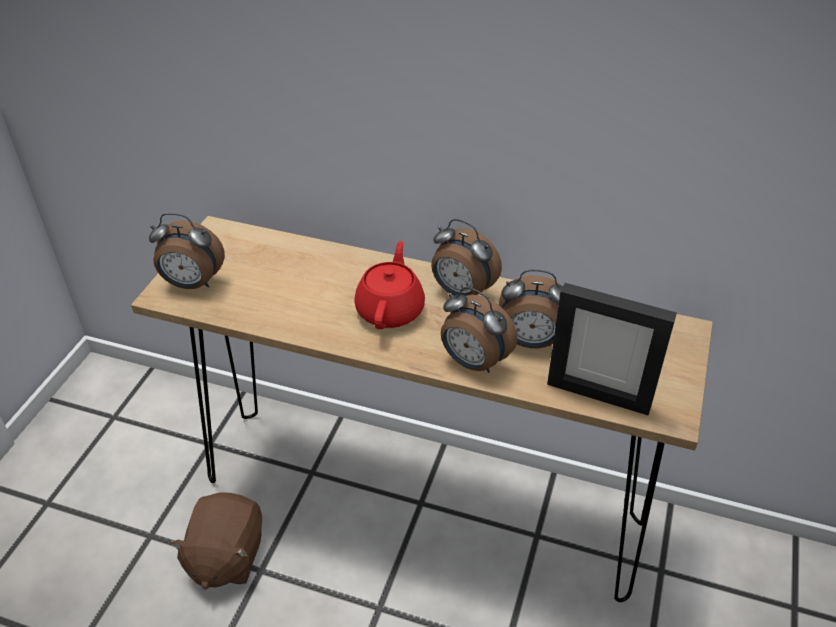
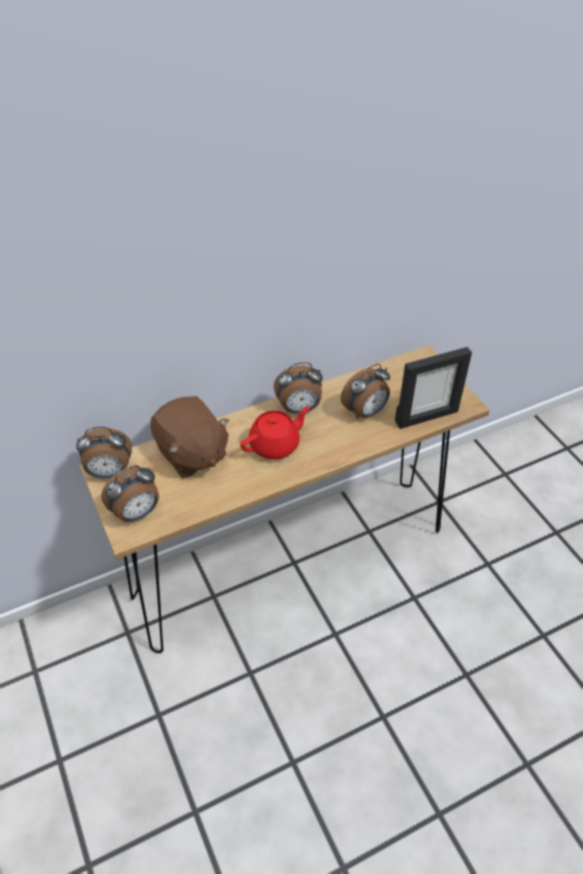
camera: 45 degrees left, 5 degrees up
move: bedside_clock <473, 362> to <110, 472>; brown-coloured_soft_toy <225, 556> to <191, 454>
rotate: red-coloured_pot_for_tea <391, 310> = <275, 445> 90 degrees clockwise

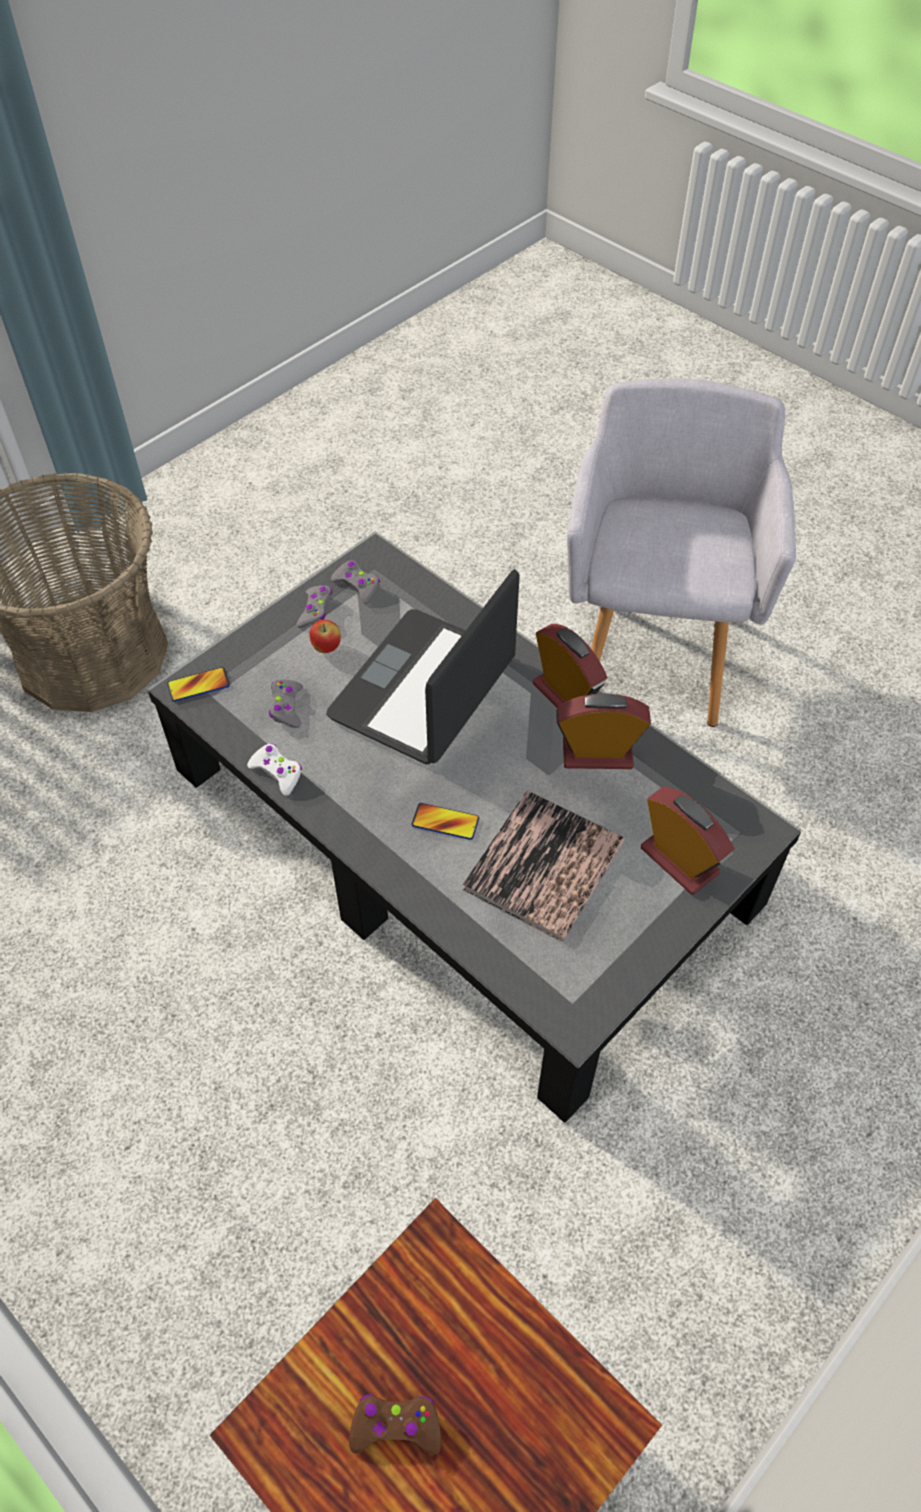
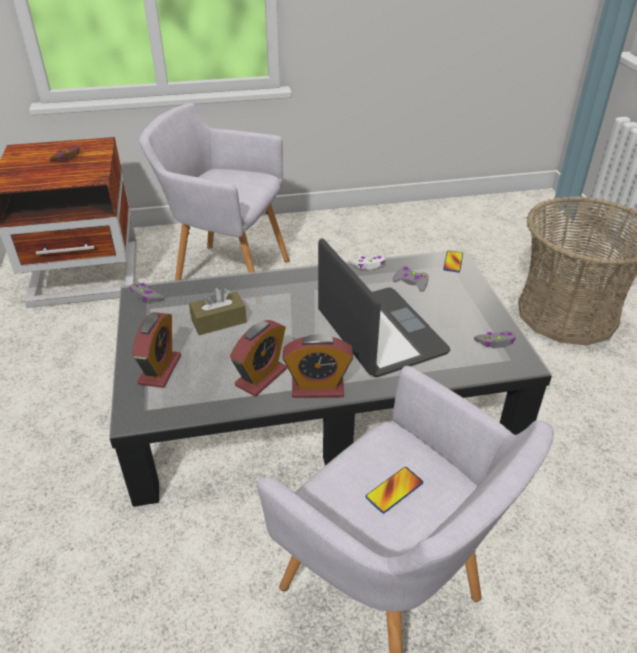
camera: 125 degrees right, 15 degrees down
delete: whole_apple <326, 647>
insert: greyish_easy_chair <227, 271>
move: greyish_gamepad <315, 610> to <146, 296>; handset <445, 822> to <394, 490>
replace: volume <544, 865> to brown-coloured_box_of_tissues <219, 321>
rotate: bedside_clock <679, 860> = <160, 370> 75 degrees counterclockwise

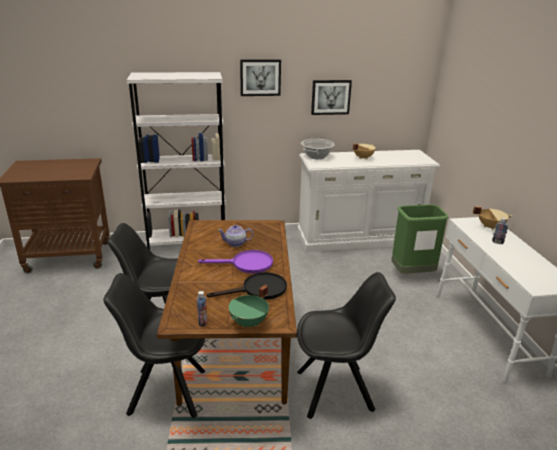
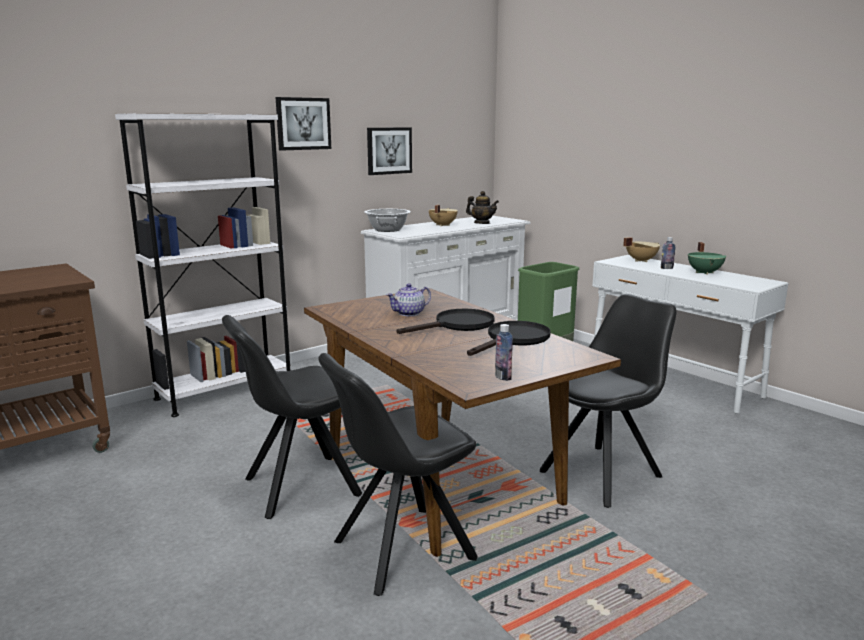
camera: 30 degrees left, 10 degrees down
insert: pot_for_tea <482, 223>
move: green-coloured_cooking_pot <249, 323> to <705, 272>
recolor: purple-coloured_frying_pan <246, 264> to black_frying_pan <457, 325>

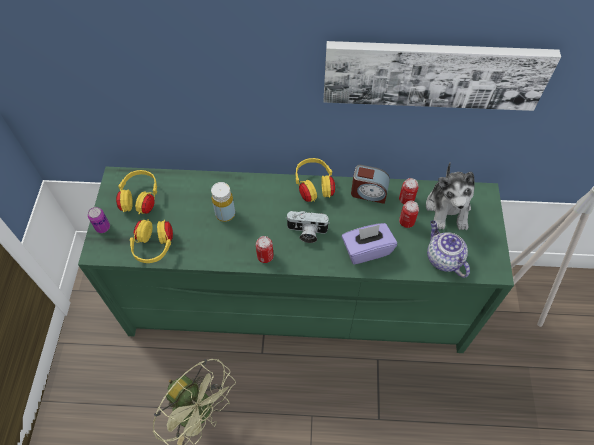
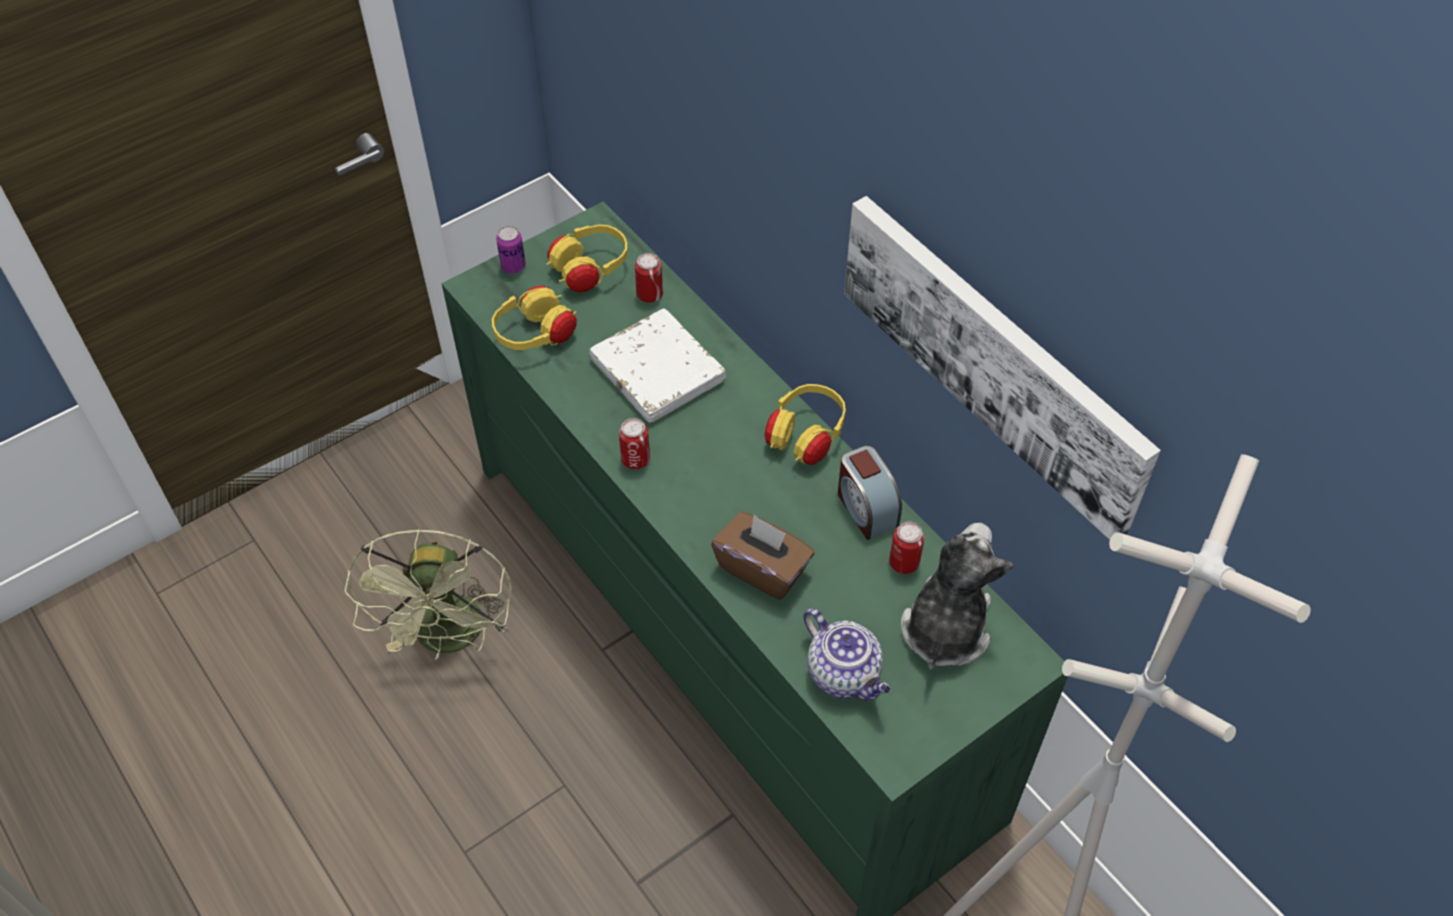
camera: 50 degrees right, 5 degrees down
delete: photo_camera <306, 232>
move: can <406, 221> to <649, 294>
replace: yellow-coloured_bottle <225, 214> to white-coloured_volume <657, 371>
recolor: purple-coloured_box_of_tissues <366, 250> to brown-coloured_box_of_tissues <762, 568>
rotate: pot_for_tea <443, 258> = <845, 674> 120 degrees clockwise; soft_toy <448, 208> = <945, 627> 150 degrees clockwise

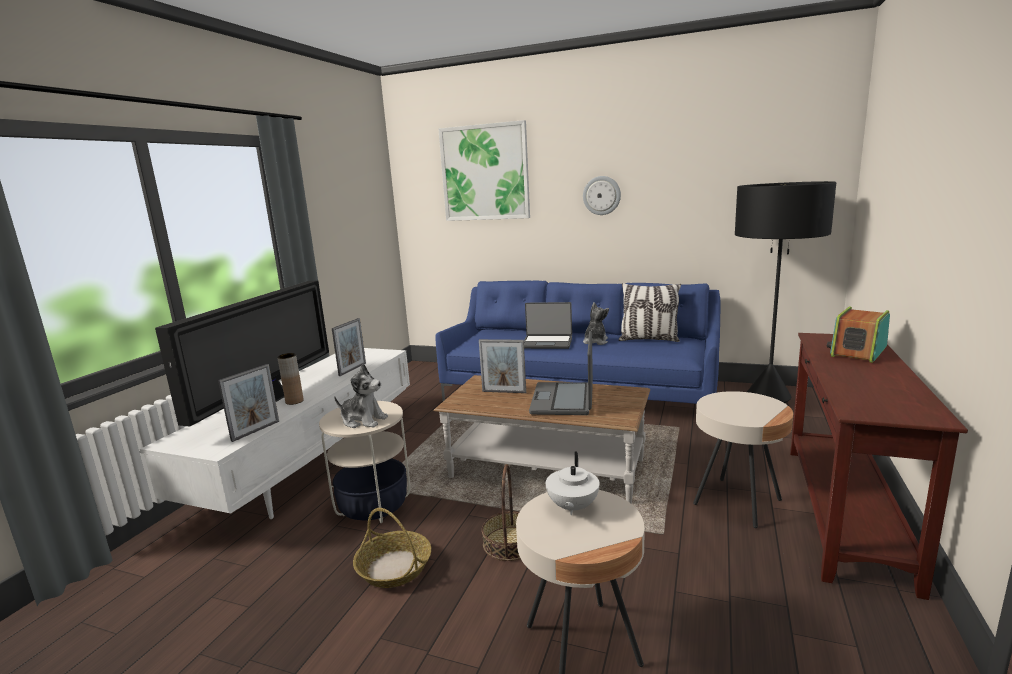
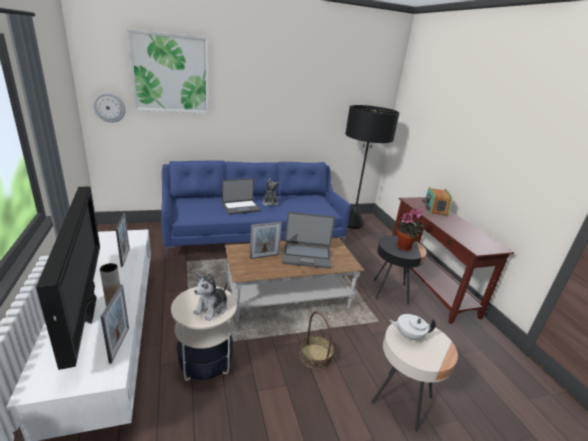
camera: 40 degrees left, 10 degrees up
delete: basket <393, 567>; cushion <649, 339>
insert: potted_plant <405, 247>
move: hanging_clock <601, 195> to <109, 107>
recolor: sand-coloured_accent_table <737, 502> to black_accent_table <390, 292>
rotate: soft_toy <363, 420> = <212, 308> 135 degrees clockwise; laptop <563, 400> = <306, 256> 60 degrees counterclockwise; white-coloured_pot_for_tea <572, 507> = <408, 335> 120 degrees clockwise

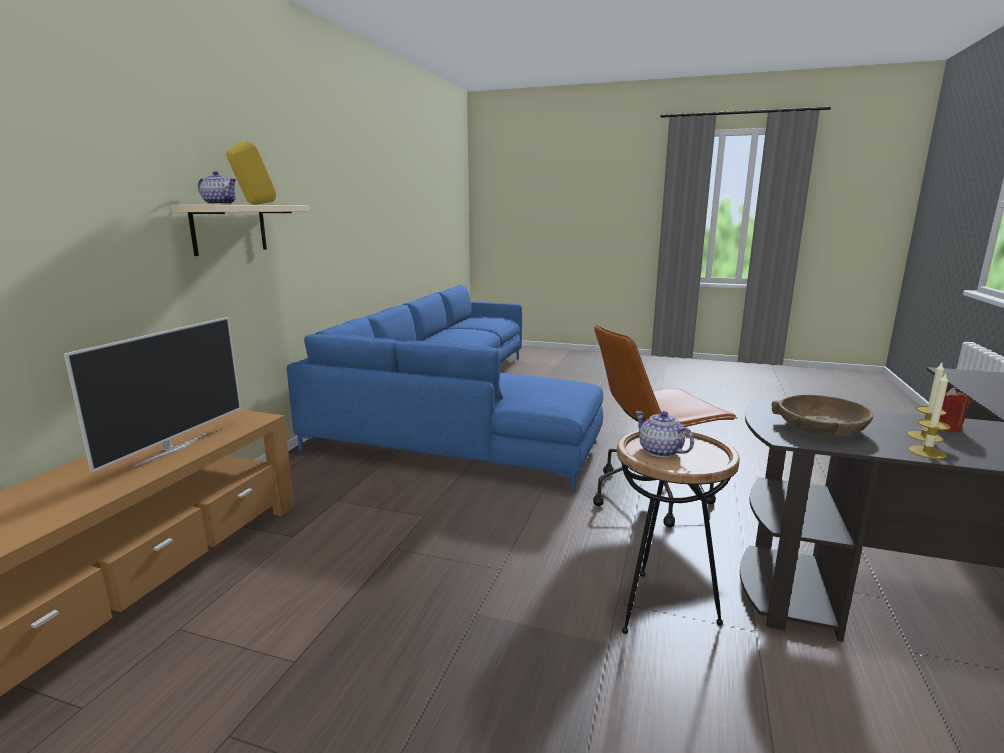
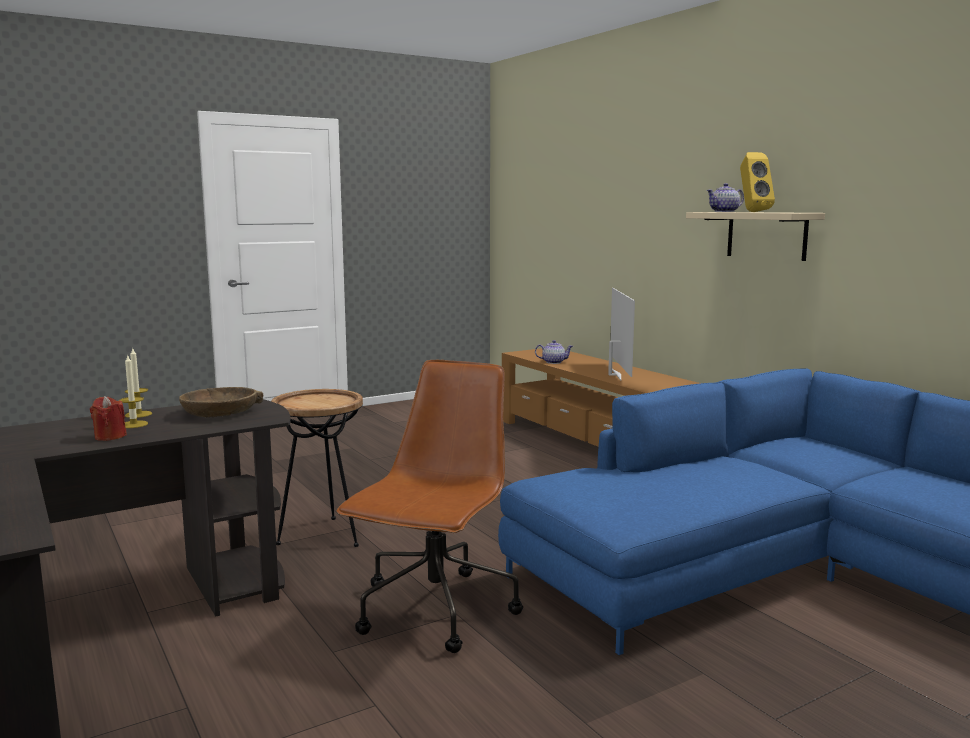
camera: 130 degrees right, 5 degrees down
move: pot_for_tea <660, 451> to <553, 362>
rotate: TV_set <172, 449> = <614, 374> 150 degrees counterclockwise

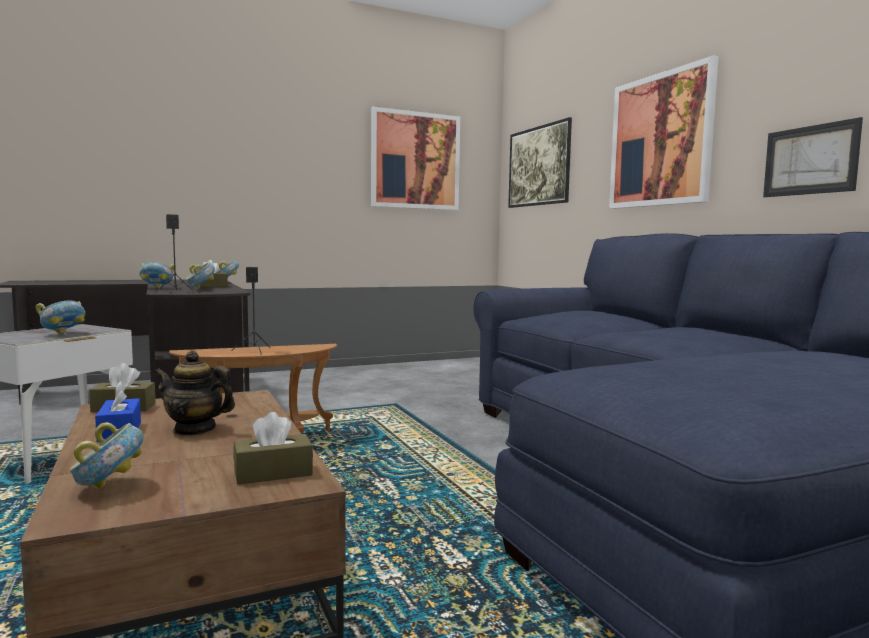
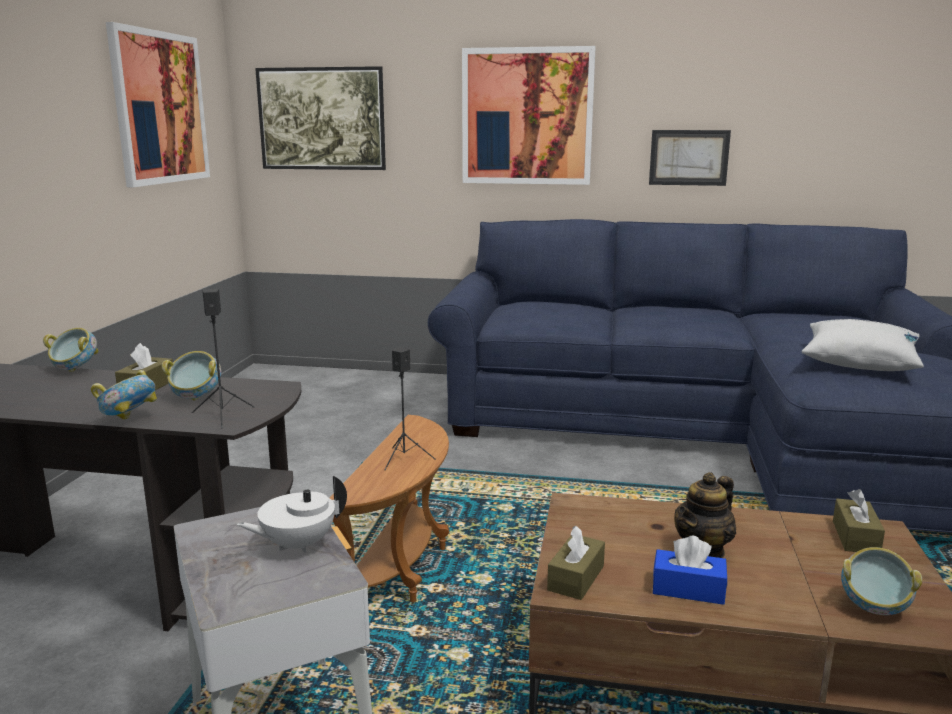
camera: 55 degrees left, 10 degrees up
insert: greyish_cushion <859, 363>
replace: serving_bowl <63, 334> to white-coloured_pot_for_tea <297, 545>

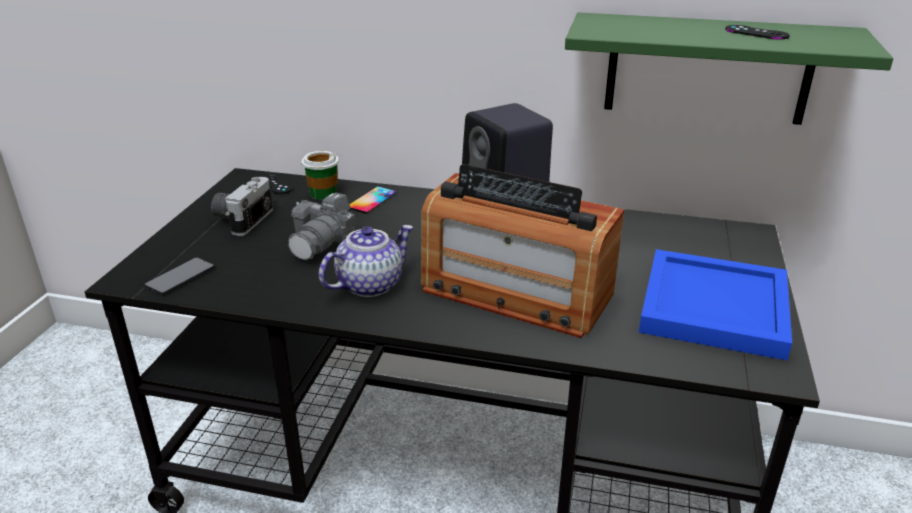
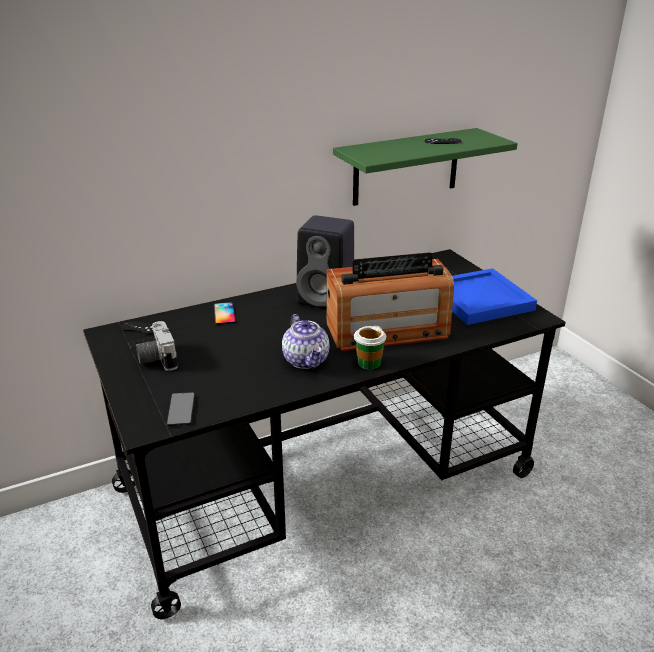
camera: 40 degrees left, 0 degrees up
delete: photo_camera <322, 243>
move: small_cup <323, 193> to <369, 363>
rotate: pot_for_tea <369, 284> = <306, 360> 150 degrees clockwise

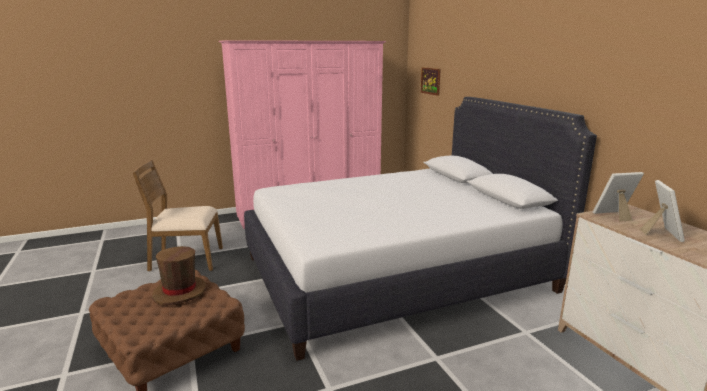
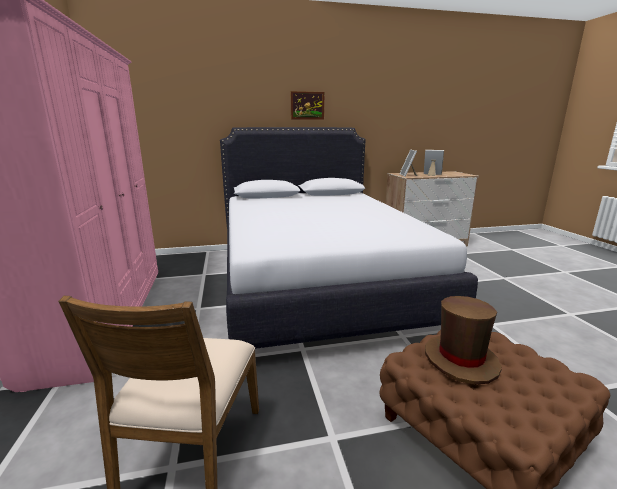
camera: 80 degrees left, 0 degrees up
move: wall_picture <430, 81> to <307, 105>

